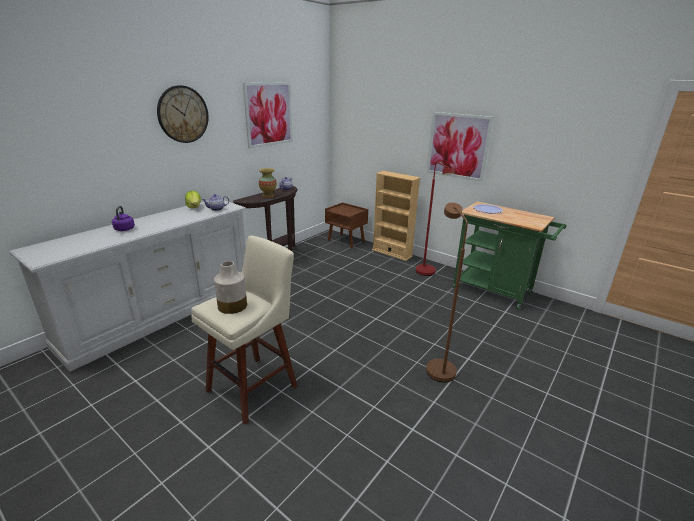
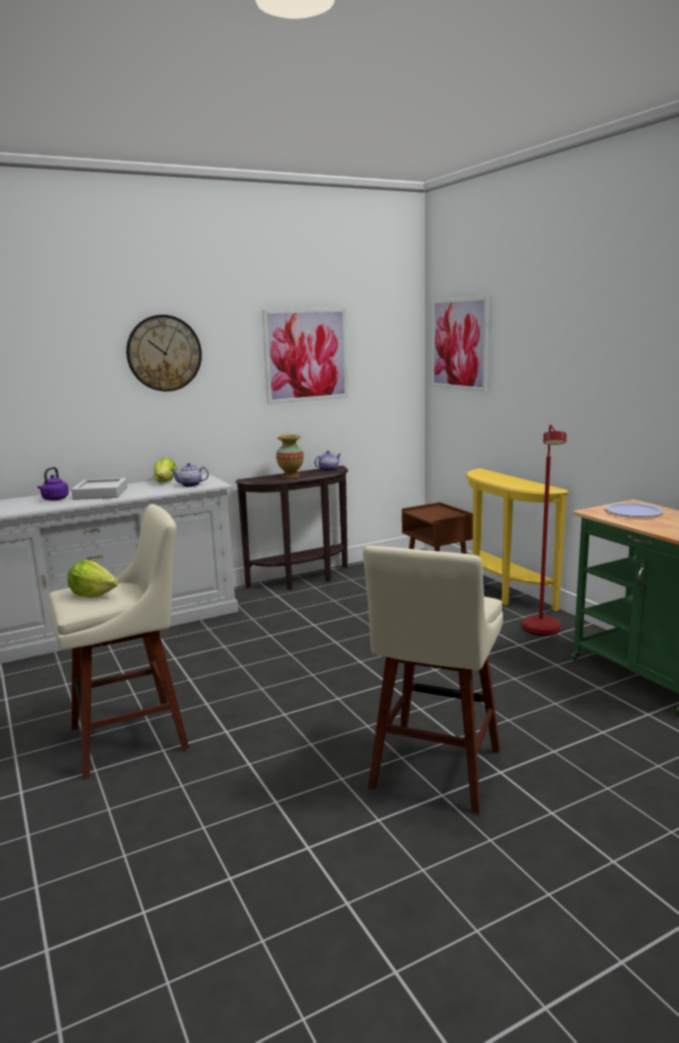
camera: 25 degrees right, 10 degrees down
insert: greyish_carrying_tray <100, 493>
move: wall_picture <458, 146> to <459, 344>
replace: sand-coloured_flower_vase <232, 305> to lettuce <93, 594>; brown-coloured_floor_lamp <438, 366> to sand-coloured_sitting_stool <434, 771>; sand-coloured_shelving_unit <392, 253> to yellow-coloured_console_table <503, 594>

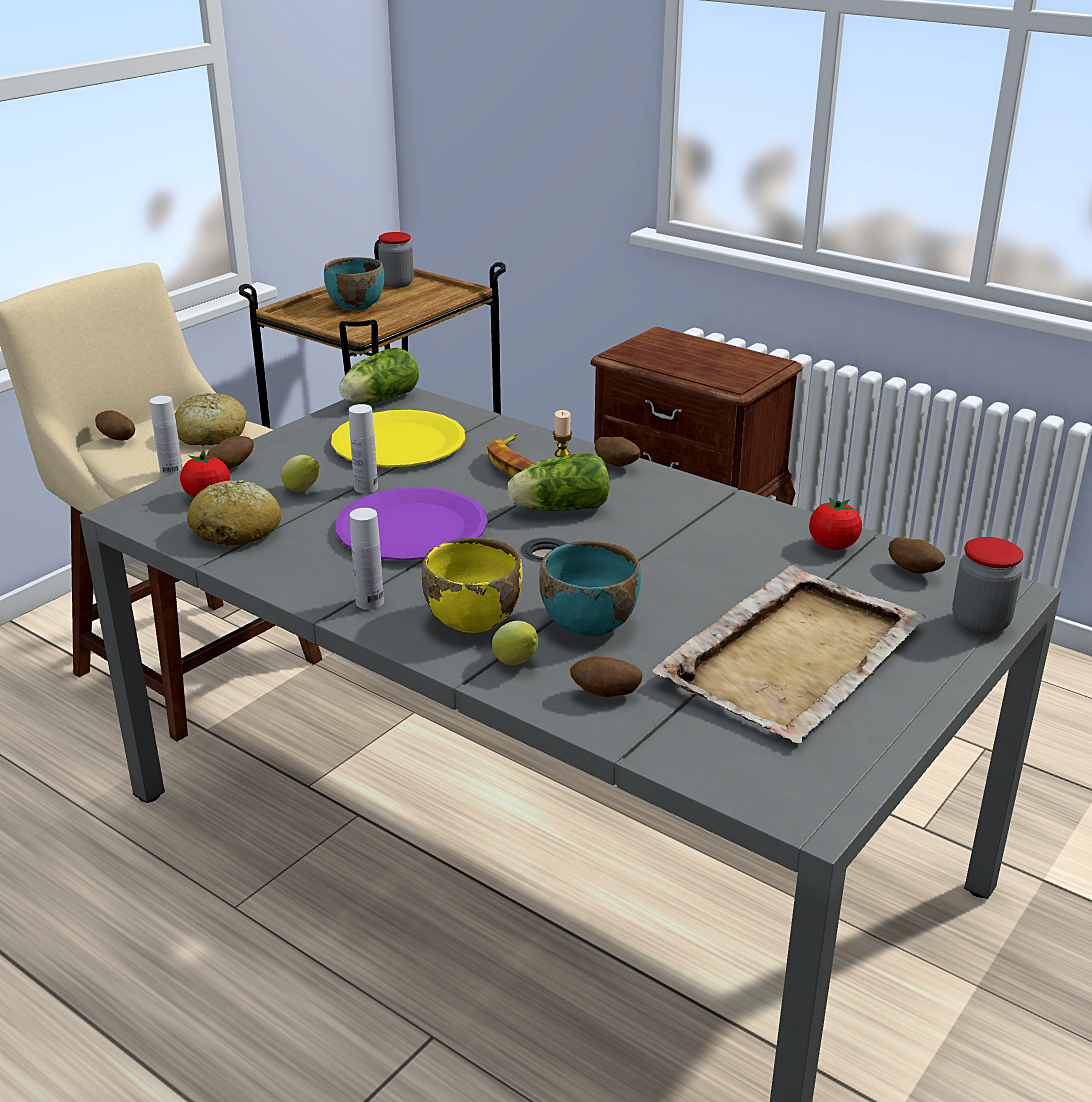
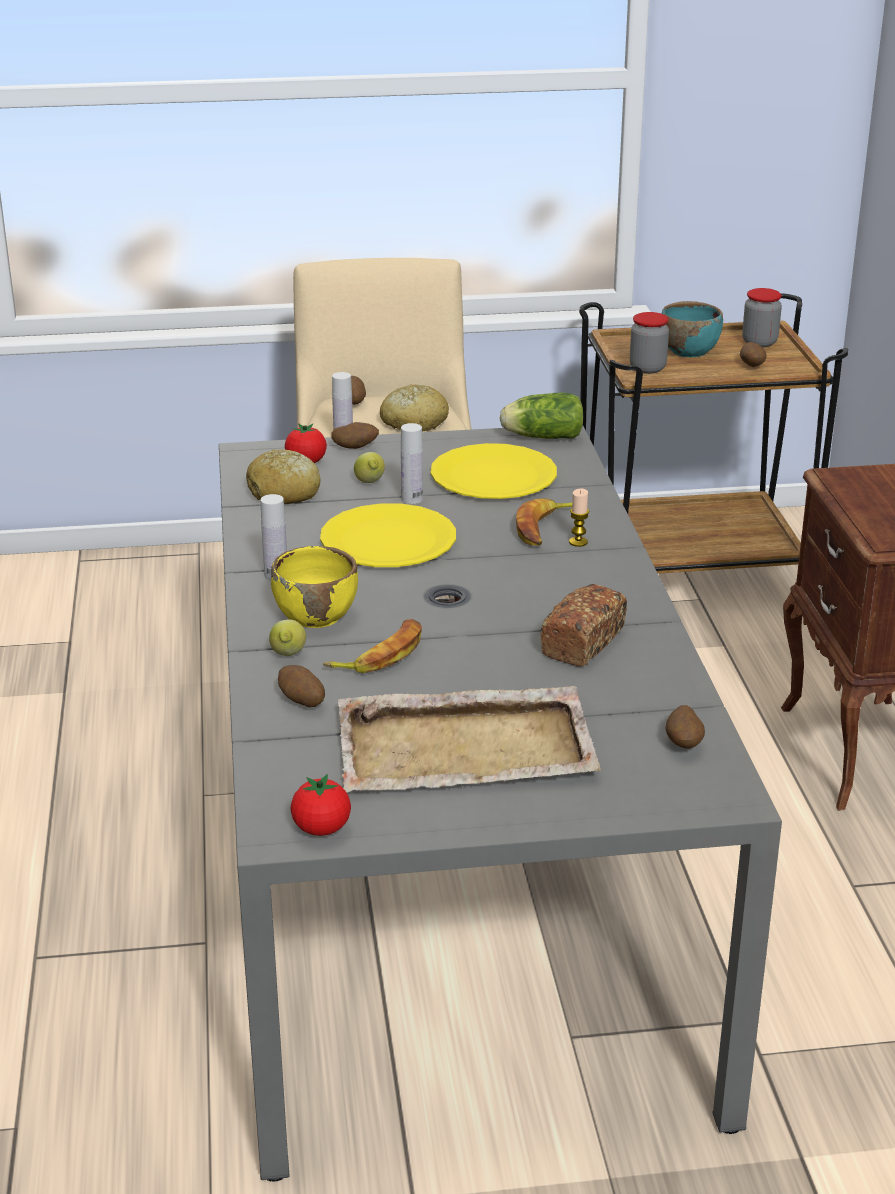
camera: 45 degrees right, 0 degrees up
delete: lettuce <557, 509>
insert: baked_bread <582, 642>
move: whole_tomato <833, 546> to <321, 829>; storage_jar <980, 623> to <647, 368>; spud <617, 465> to <752, 366>
replace: blue-green_serving_bowl <589, 621> to banana <380, 655>
recolor: purple-coloured_dinner_plate <411, 528> to yellow-coloured_dinner_plate <388, 540>

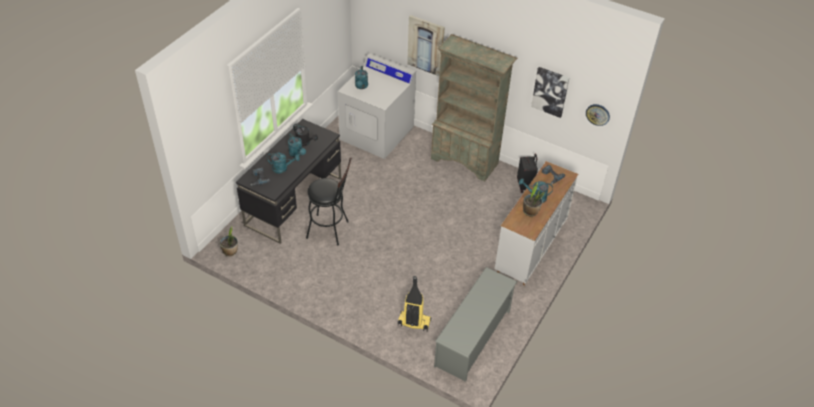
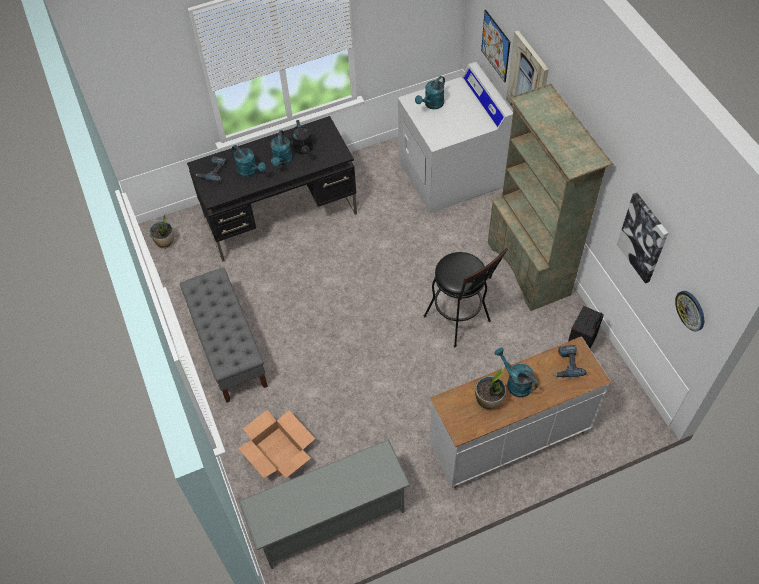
camera: 40 degrees right, 10 degrees up
insert: greyish_bench <228, 347>; wall_picture <495, 46>
move: black_sitting_stool <331, 230> to <461, 322>
replace: vacuum_cleaner <413, 323> to packing_box <279, 451>

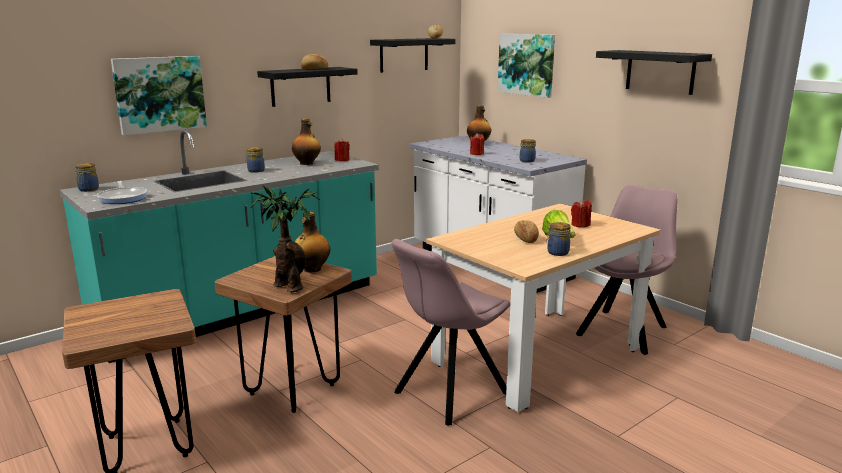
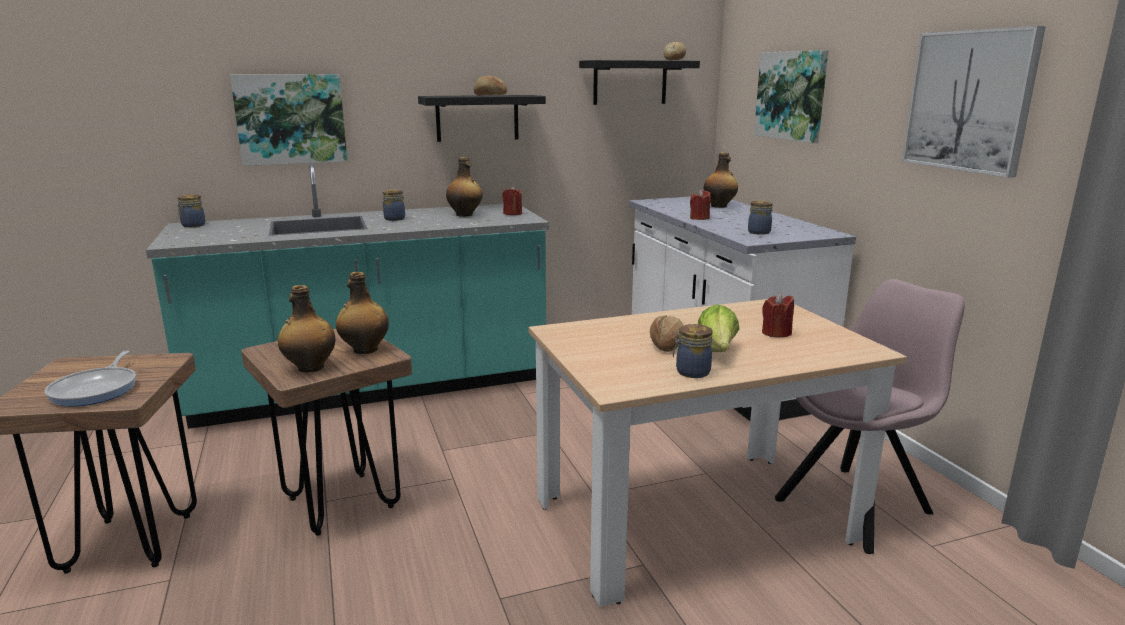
camera: 20 degrees right, 0 degrees up
delete: pinkish_plain_chair <450, 392>
move: frying_pan <123, 198> to <97, 389>
replace: potted_plant <287, 286> to bottle <309, 368>; black_wall_shelf <660, 71> to wall_picture <969, 101>

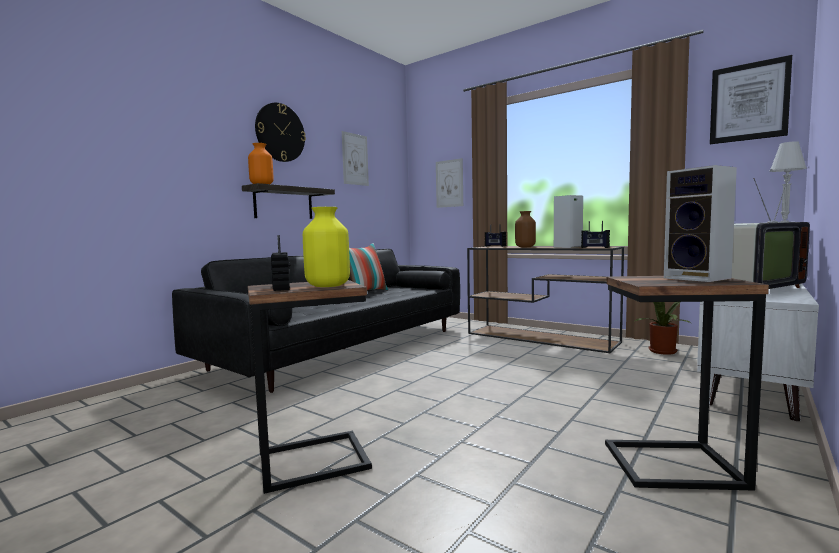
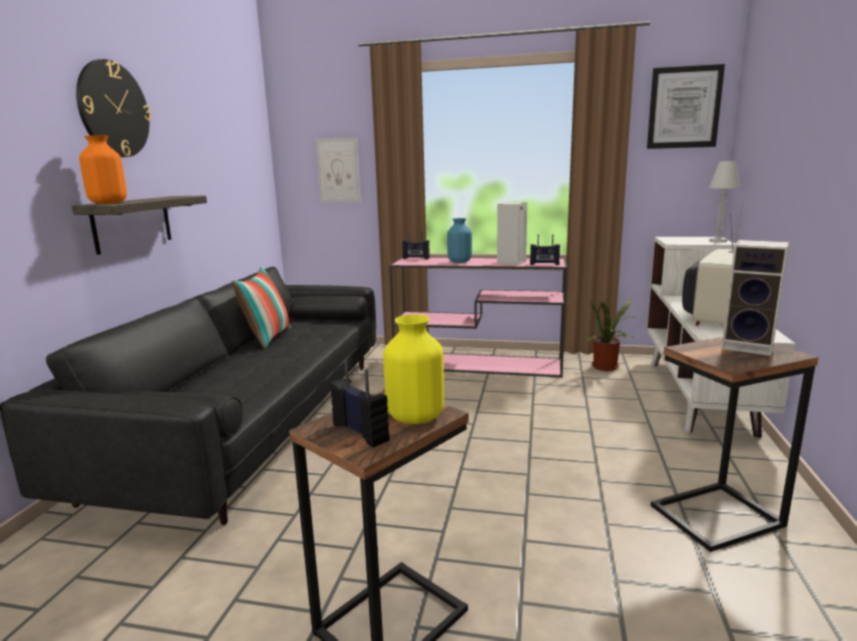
camera: 25 degrees left, 10 degrees up
delete: wall_picture <355, 159>
recolor: brown-coloured_console_table <542, 338> to pinkish_console_table <480, 364>; brown-coloured_flower_vase <525, 247> to blue_flower_vase <459, 261>

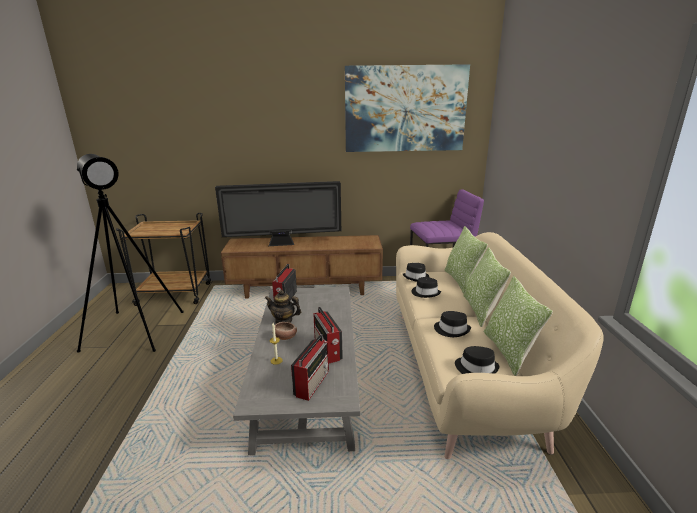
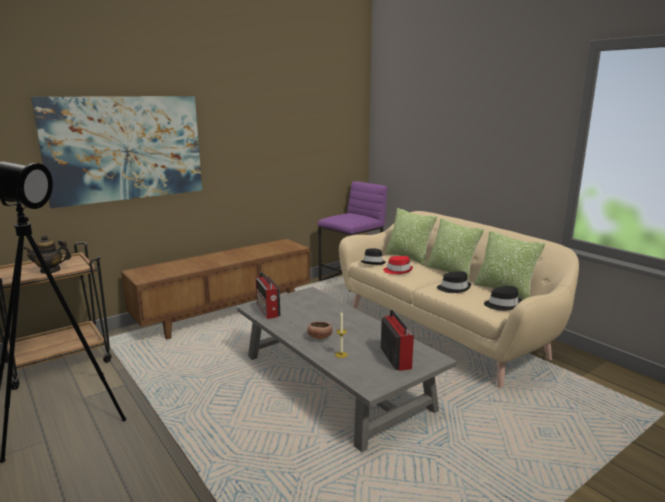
camera: 35 degrees left, 5 degrees down
delete: TV_set <283, 244>; radio_receiver <328, 350>
move: pot_for_tea <283, 320> to <50, 270>; wall_picture <405, 109> to <125, 148>
recolor: black_wearable_hat <425, 293> to red-coloured_wearable_hat <398, 271>

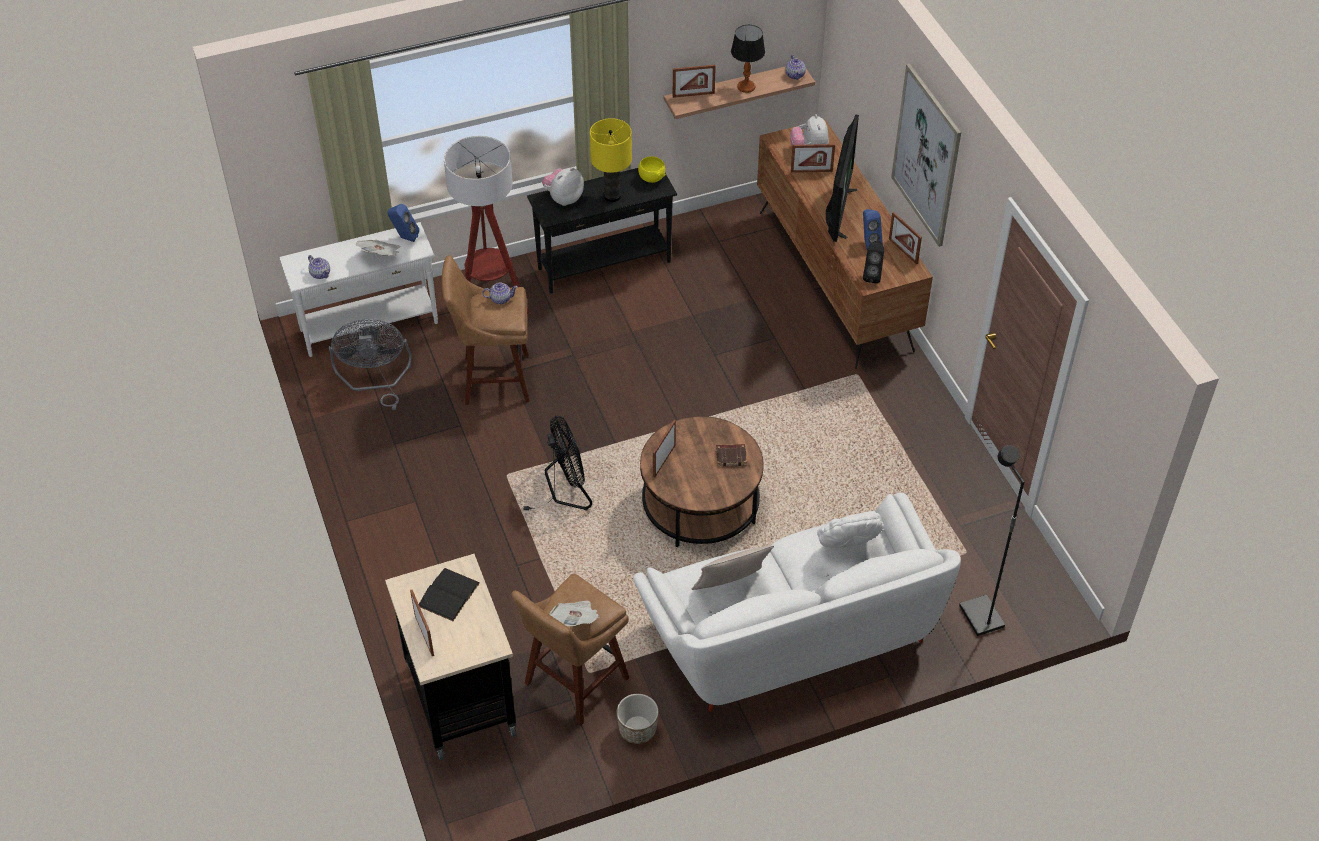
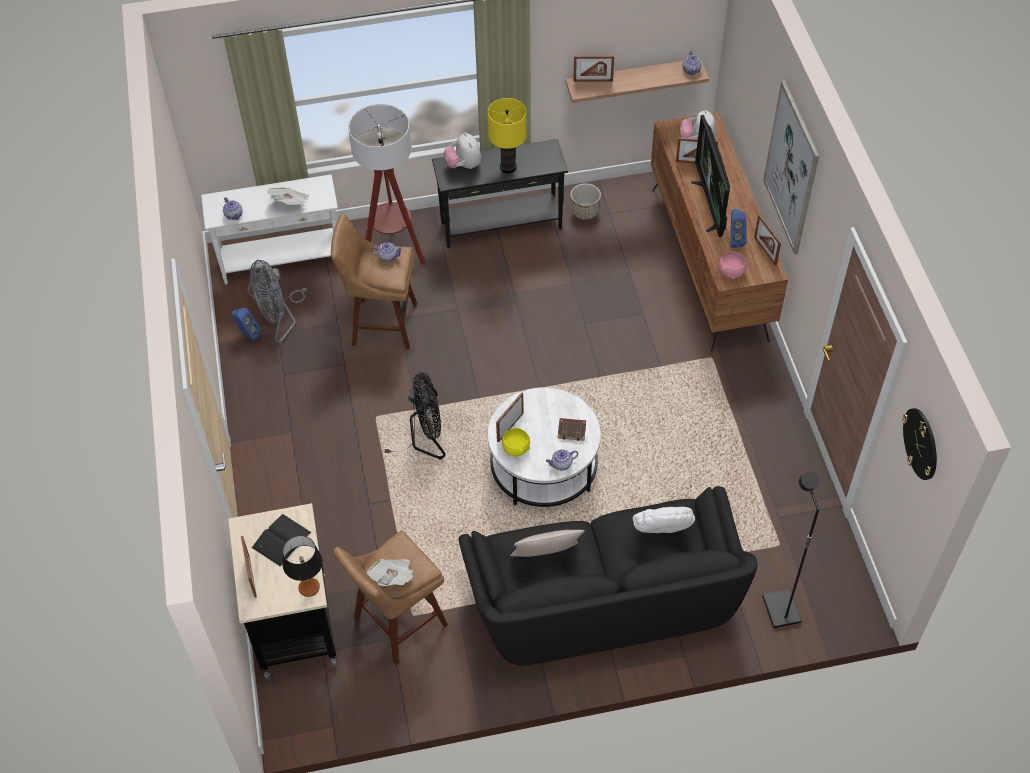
camera: 10 degrees right, 5 degrees up
insert: pot_for_tea <561, 464>; hanging_clock <921, 443>
move: blue_loudspeaker <404, 237> to <248, 335>; table_lamp <746, 87> to <309, 588>; yellow-coloured_serving_bowl <651, 178> to <516, 448>; flower_pot <637, 729> to <584, 211>
replace: black_loudspeaker <872, 275> to pinkish_serving_bowl <732, 272>
recolor: white-coloured_couch <791, 629> to black_couch <603, 598>; brown-coloured_lounge_table <700, 504> to white-coloured_lounge_table <543, 467>
rotate: greyish_electric_fan <376, 380> = <278, 313> 120 degrees counterclockwise; soft_toy <563, 198> = <464, 165> 75 degrees counterclockwise; TV_set <837, 212> = <711, 205> 150 degrees clockwise

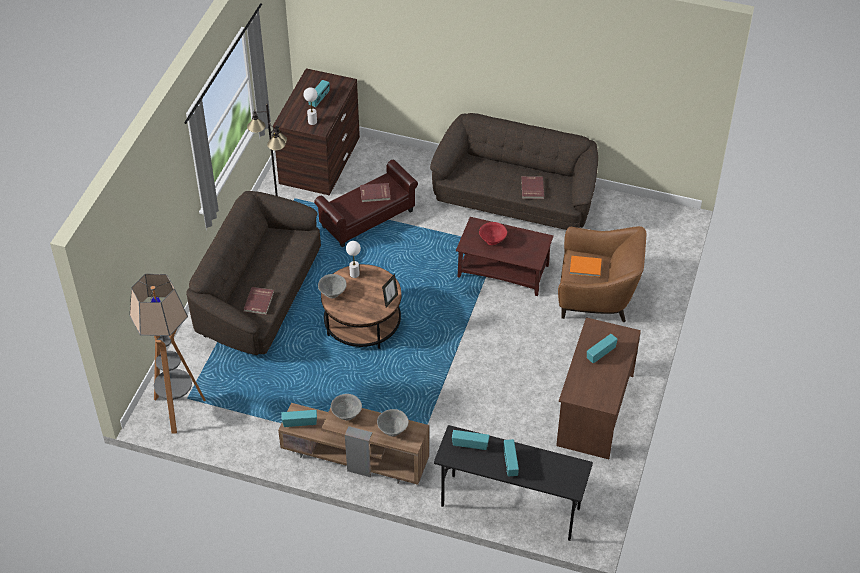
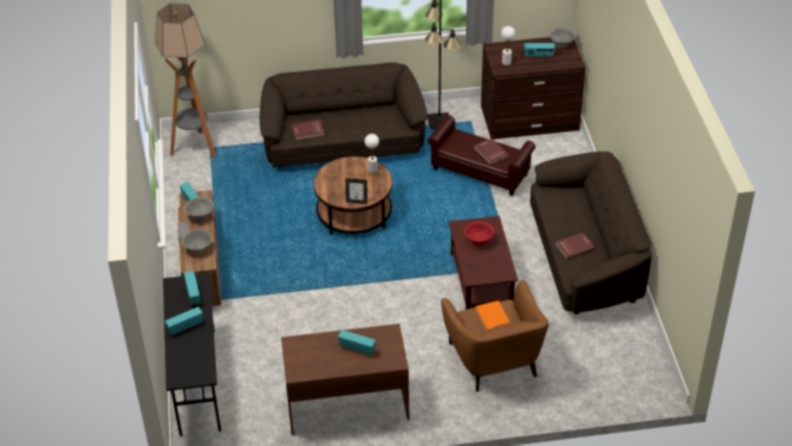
camera: 65 degrees right, 5 degrees down
move: greyish_serving_bowl <332, 293> to <561, 44>

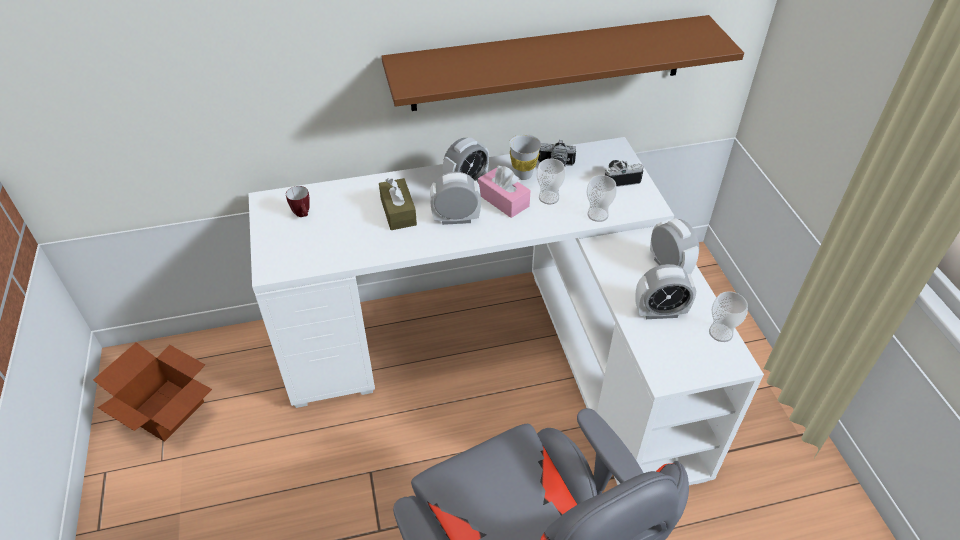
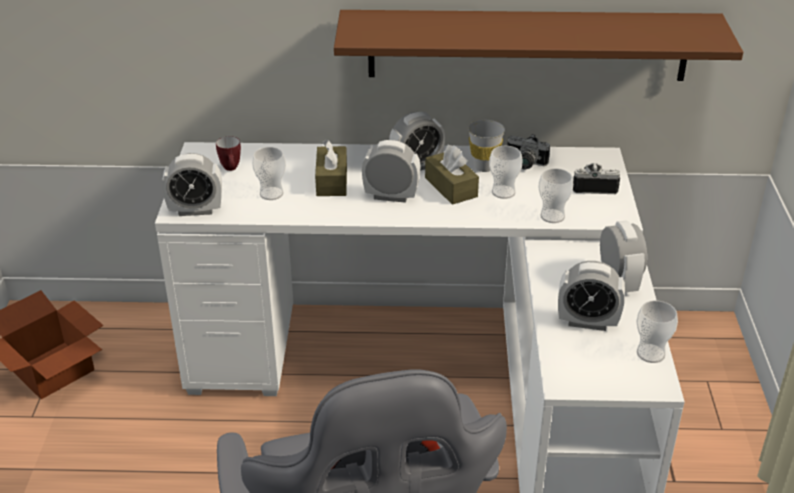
camera: 15 degrees right, 10 degrees down
insert: bedside_clock <195, 210>; small_cup <271, 193>
recolor: pinkish_box_of_tissues <503, 200> to brown-coloured_box_of_tissues <451, 187>

